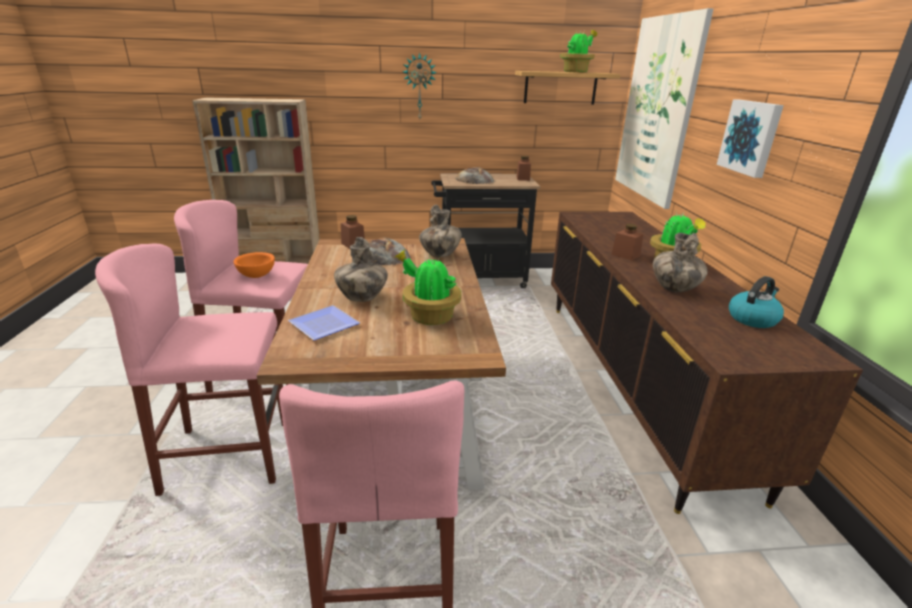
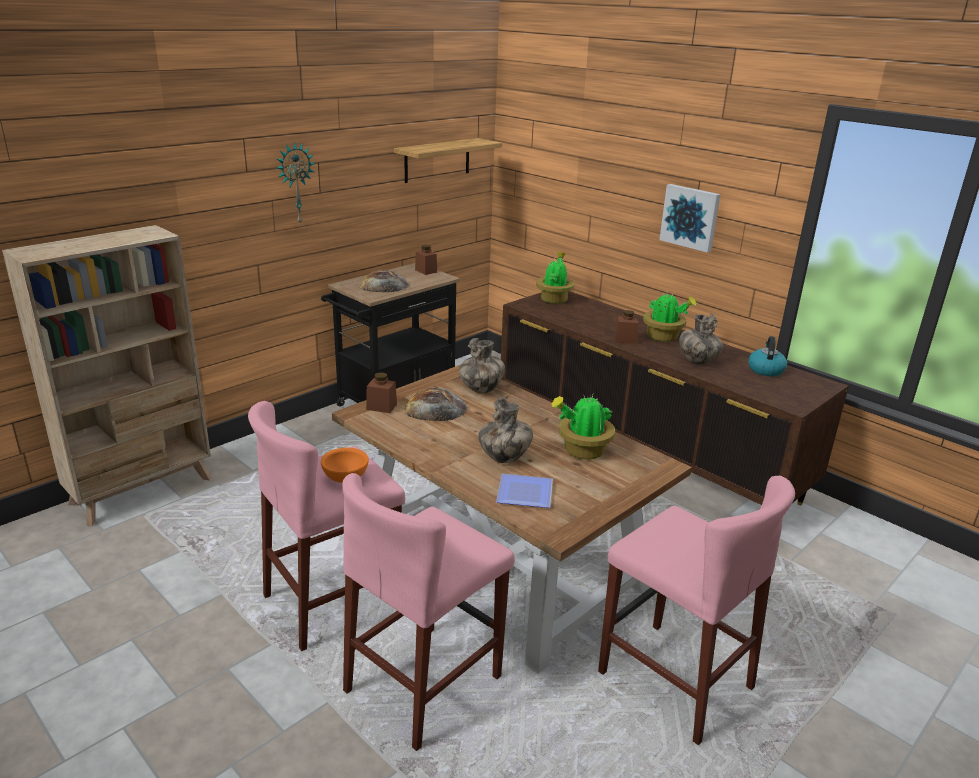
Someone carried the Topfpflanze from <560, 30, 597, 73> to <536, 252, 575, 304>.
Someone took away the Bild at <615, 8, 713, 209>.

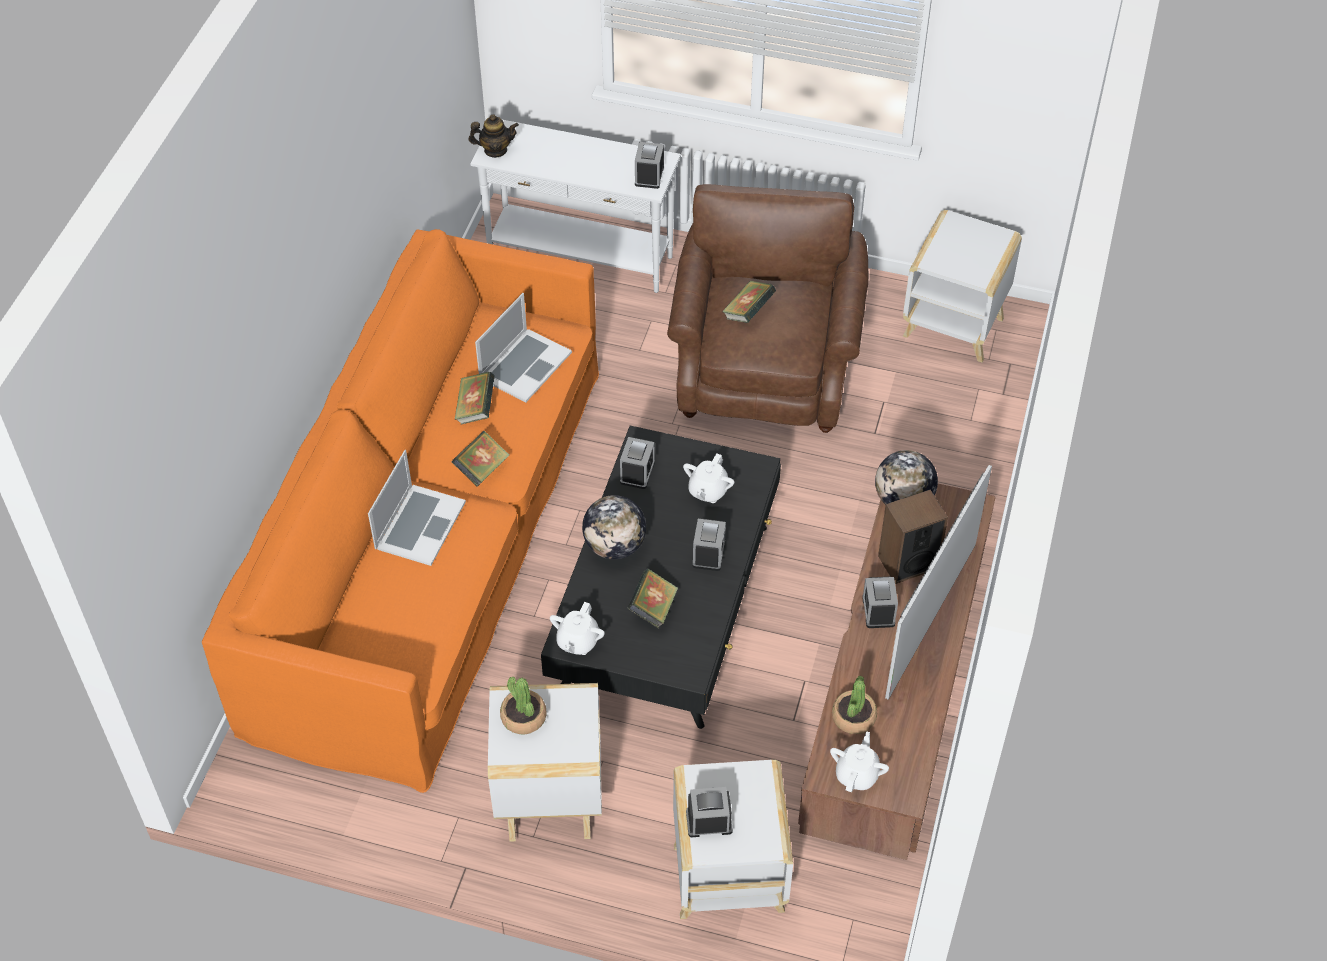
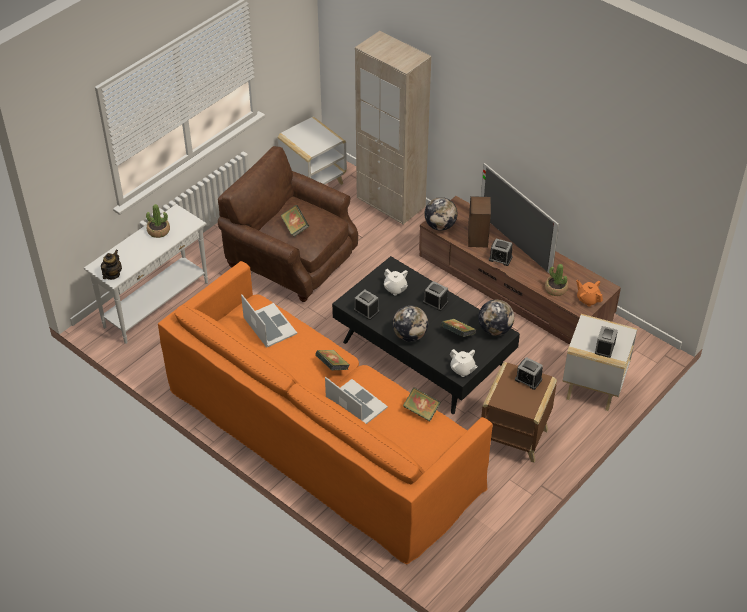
Someone carried the Buch from <455, 371, 495, 425> to <403, 387, 441, 422>.
Someone repainted the Beistelltisch (weiß) at <488, 683, 602, 842>, which became the Beistelltisch (braun) at <481, 362, 557, 463>.
Someone carried the Topfpflanze from <500, 677, 547, 734> to <146, 204, 170, 238>.
Someone carried the Wecker from <635, 142, 664, 189> to <515, 357, 543, 390>.
Someone repainted the Teekanne (weiß) at <830, 731, 889, 792>, which became the Teekanne (orange) at <576, 280, 603, 307>.
Someone put down the Schrank (beige) at <355, 31, 431, 224>.
Someone put down the Globus at <478, 300, 514, 336>.

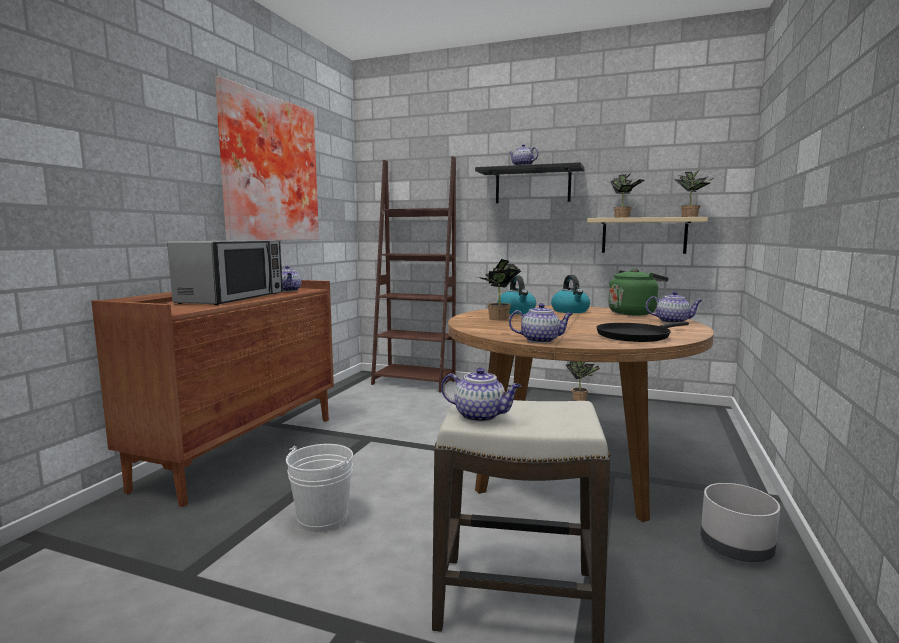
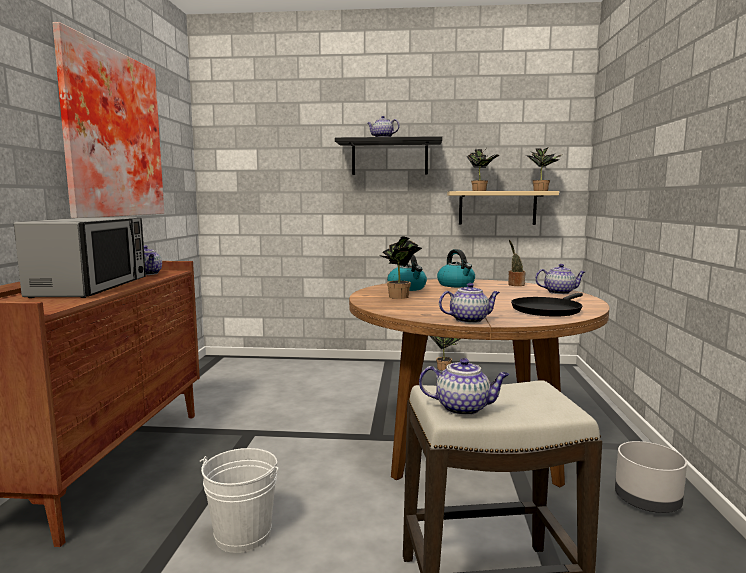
Someone took away the Bücherregal (braun) at <371, 156, 456, 392>.
Someone swapped the Wasserkessel (grün) at <609, 268, 669, 315> for the Topfpflanze at <508, 240, 526, 286>.

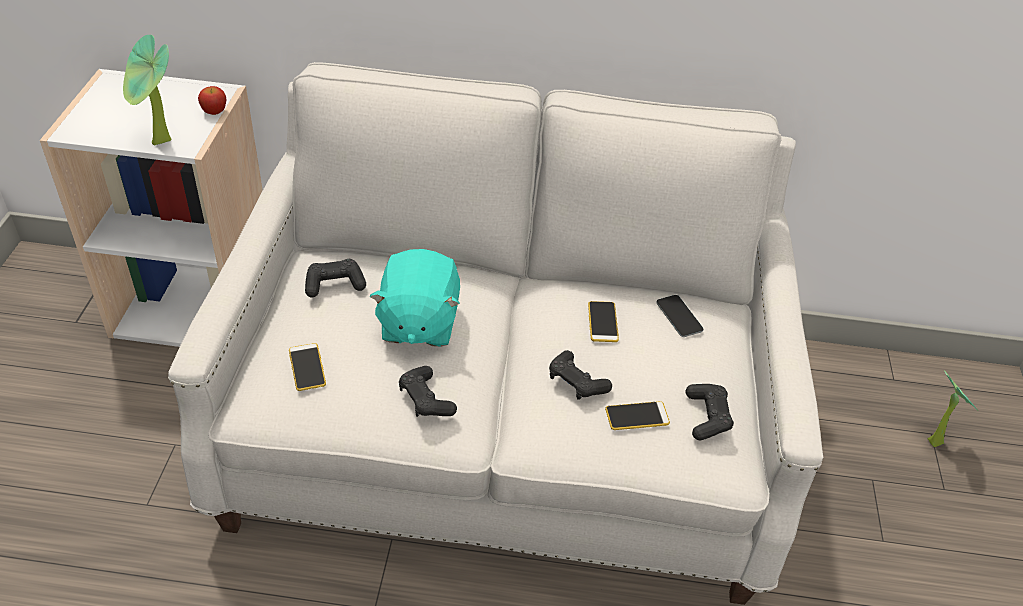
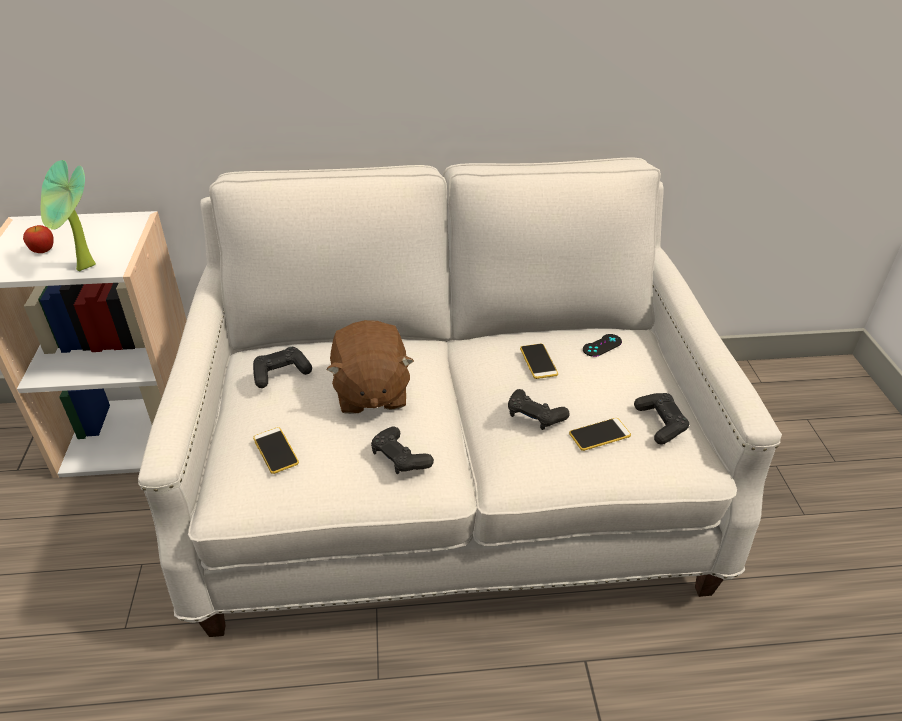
Someone carried the Apfel from <198, 86, 226, 115> to <23, 225, 54, 253>.
Someone repainted the Plüschtier (türkis) at <369, 249, 460, 347>, which became the Plüschtier (braun) at <326, 320, 414, 414>.
Someone swapped the Handy at <656, 295, 703, 337> for the Gamepad (schwarz) at <583, 334, 622, 357>.
Someone took away the Topfpflanze at <927, 370, 977, 447>.

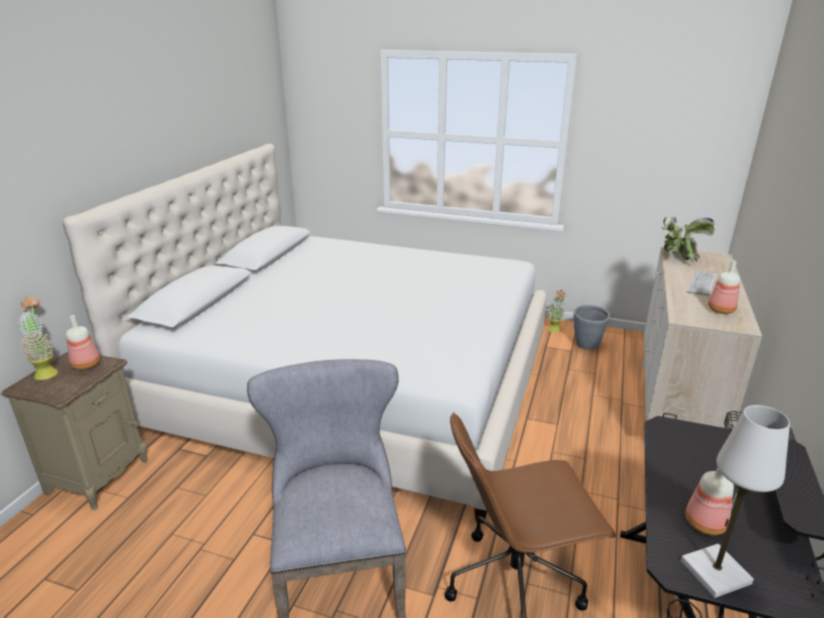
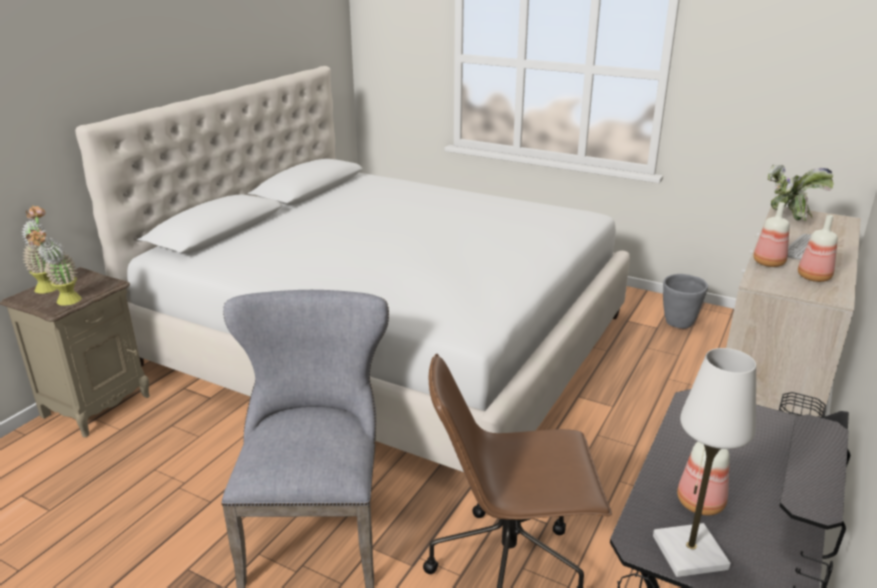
Someone carried the Flasche from <66, 315, 100, 370> to <753, 202, 790, 267>.
Someone carried the Topfpflanze from <547, 290, 566, 333> to <26, 228, 82, 306>.

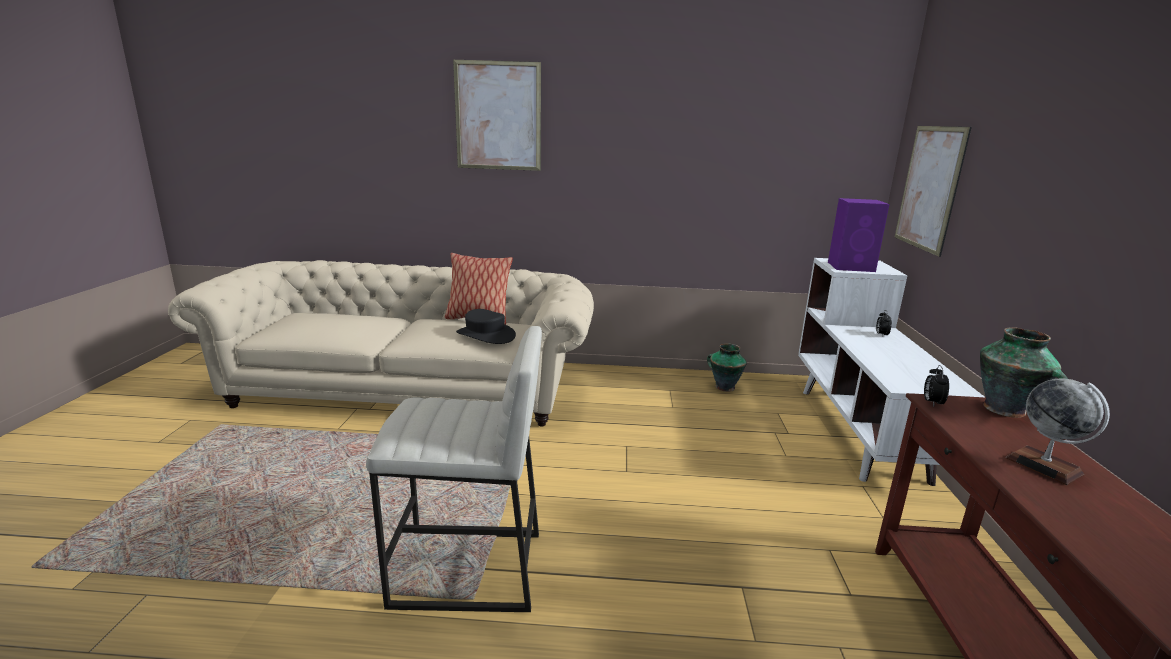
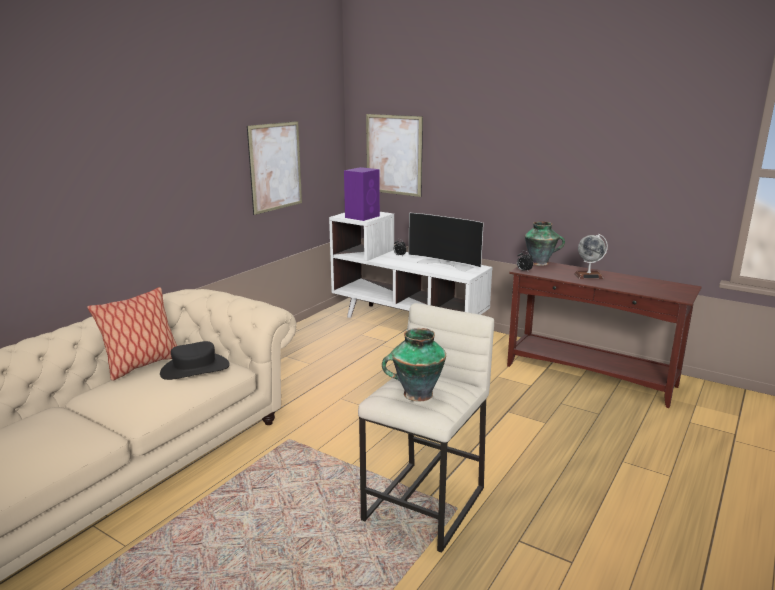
Someone carried the Bild from <453, 60, 541, 171> to <247, 121, 302, 215>.
Someone carried the Vase from <707, 344, 747, 392> to <382, 328, 446, 402>.
Someone put down the Fernseher at <409, 213, 484, 271>.

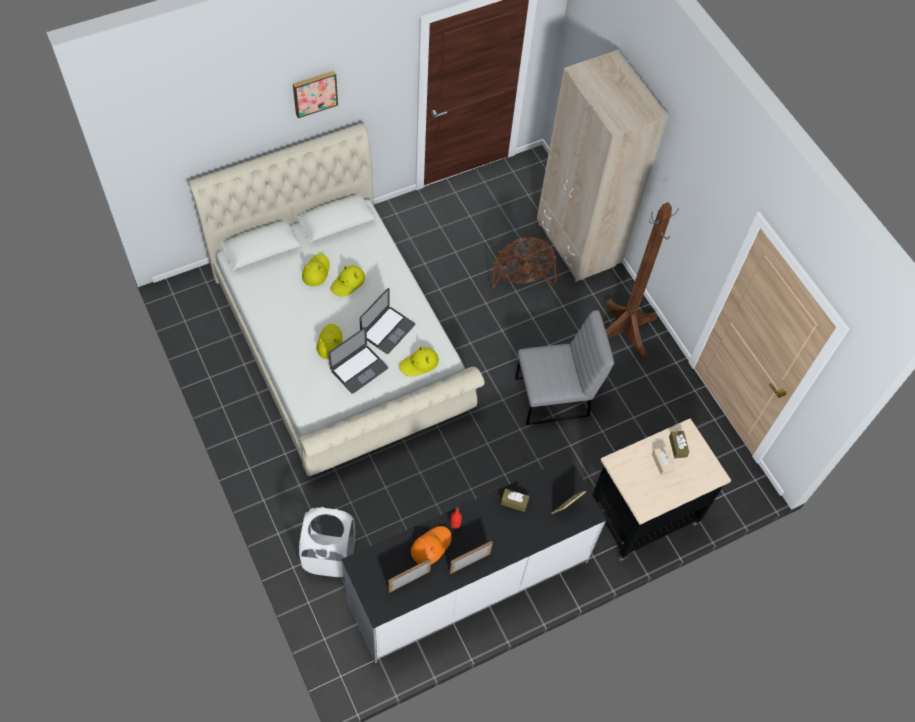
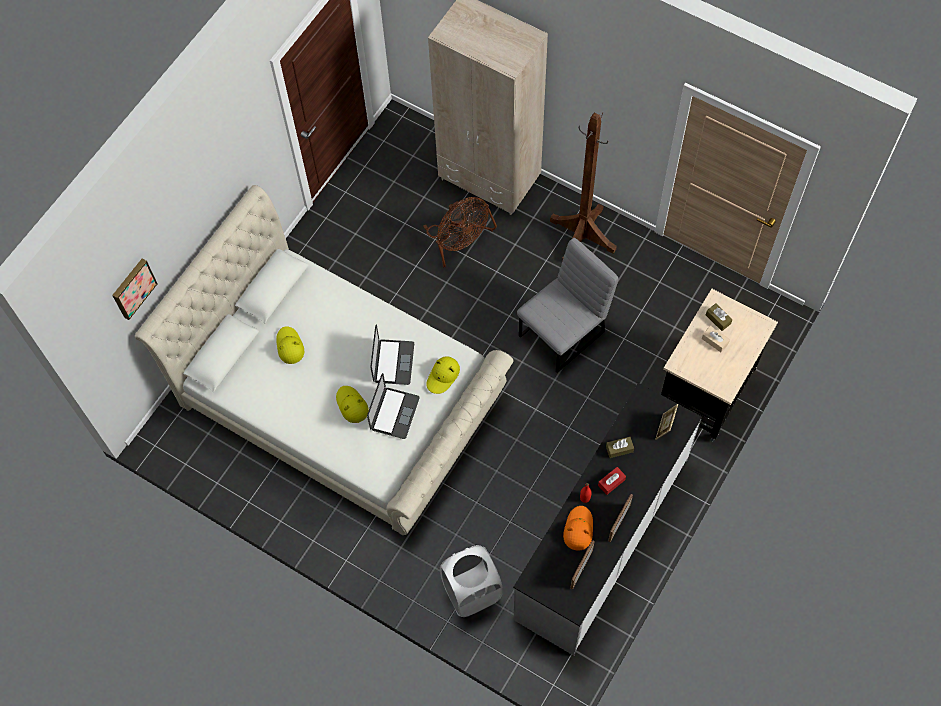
Someone carried the Bild from <293, 71, 338, 118> to <112, 259, 157, 320>.
Someone took away the Hut (gelb) at <331, 265, 365, 297>.
Someone put down the Taschentuchbox (rot) at <598, 467, 626, 495>.

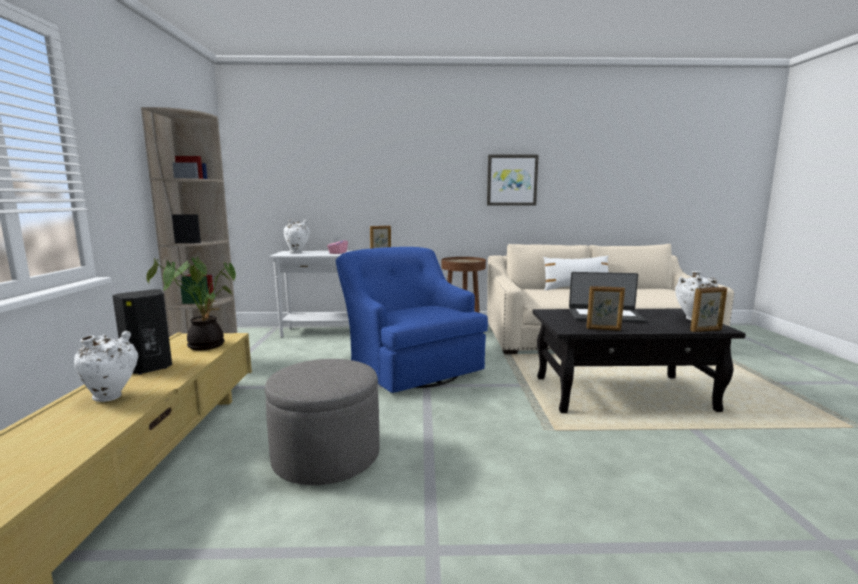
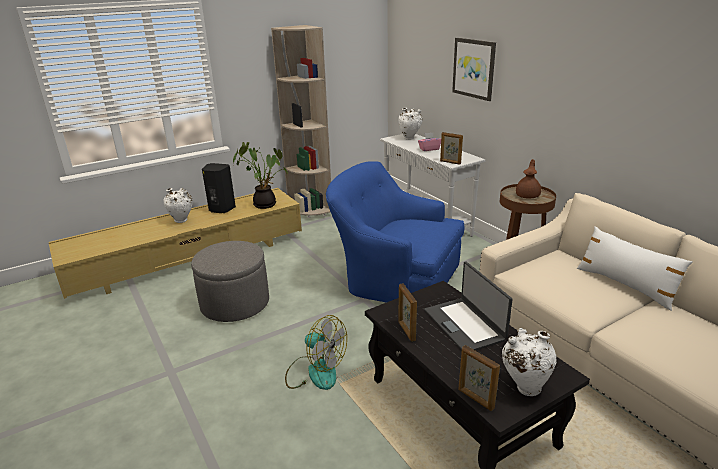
Someone rotated the Sessel (blau) at <336, 247, 488, 393> by 90 degrees counterclockwise.
Someone carried the Bild from <487, 155, 539, 205> to <452, 38, 496, 101>.
Someone put down the Ventilator at <285, 315, 347, 390>.
Someone put down the Teekanne (braun) at <516, 159, 541, 198>.

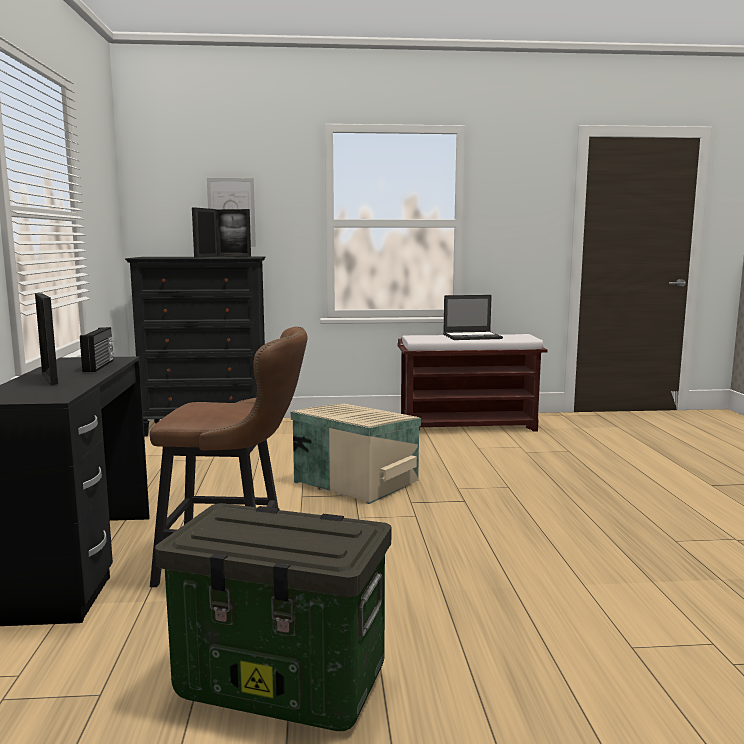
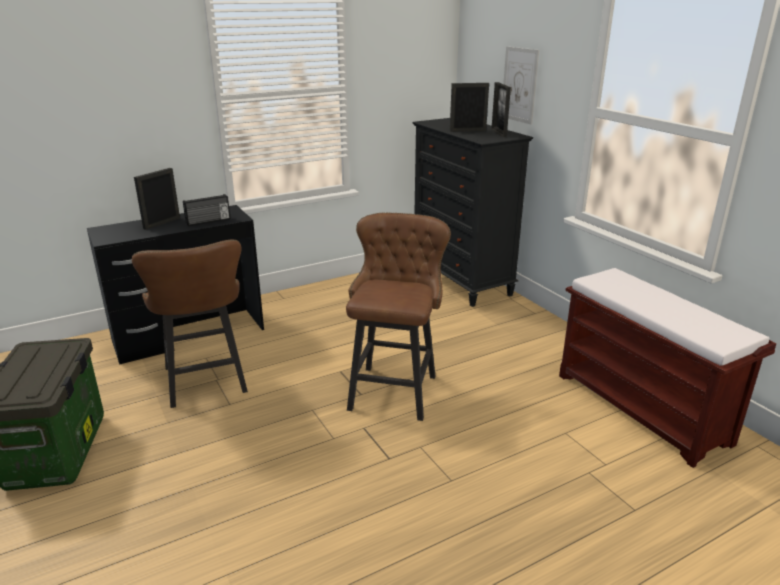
Someone swapped the Aufbewahrungsbox (beige) at <291, 404, 421, 504> for the Hocker (braun) at <346, 213, 451, 421>.
Someone took away the Laptop at <443, 295, 503, 340>.

